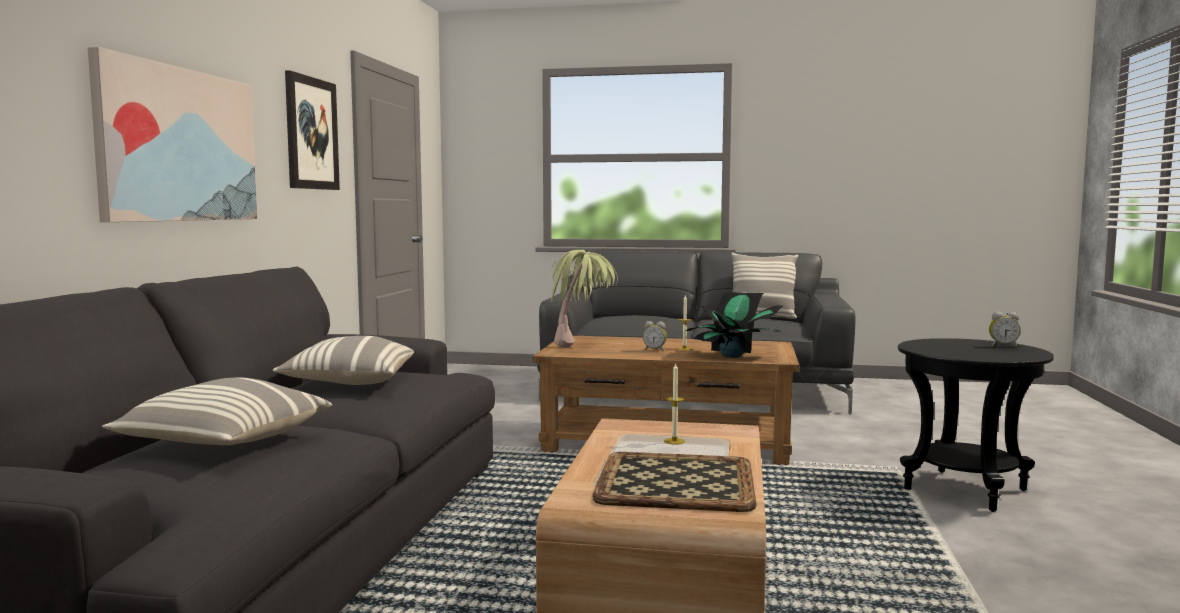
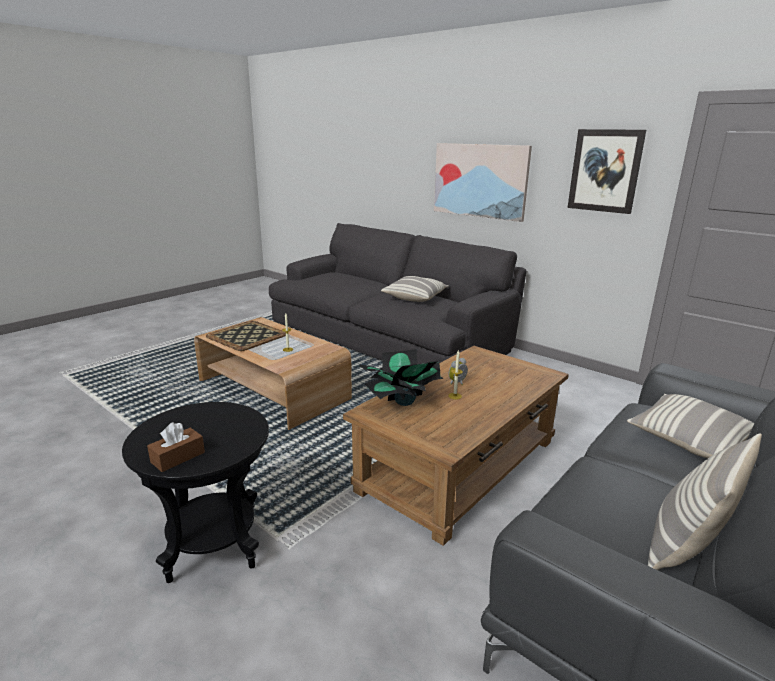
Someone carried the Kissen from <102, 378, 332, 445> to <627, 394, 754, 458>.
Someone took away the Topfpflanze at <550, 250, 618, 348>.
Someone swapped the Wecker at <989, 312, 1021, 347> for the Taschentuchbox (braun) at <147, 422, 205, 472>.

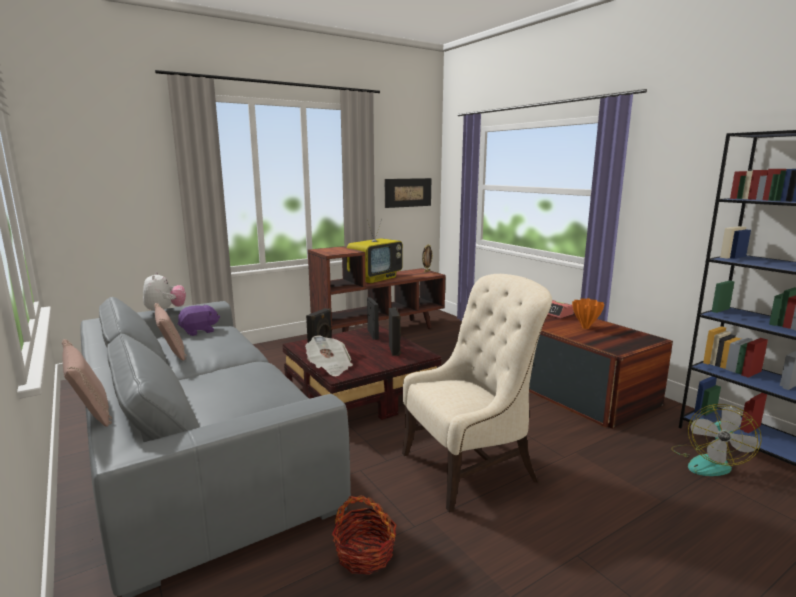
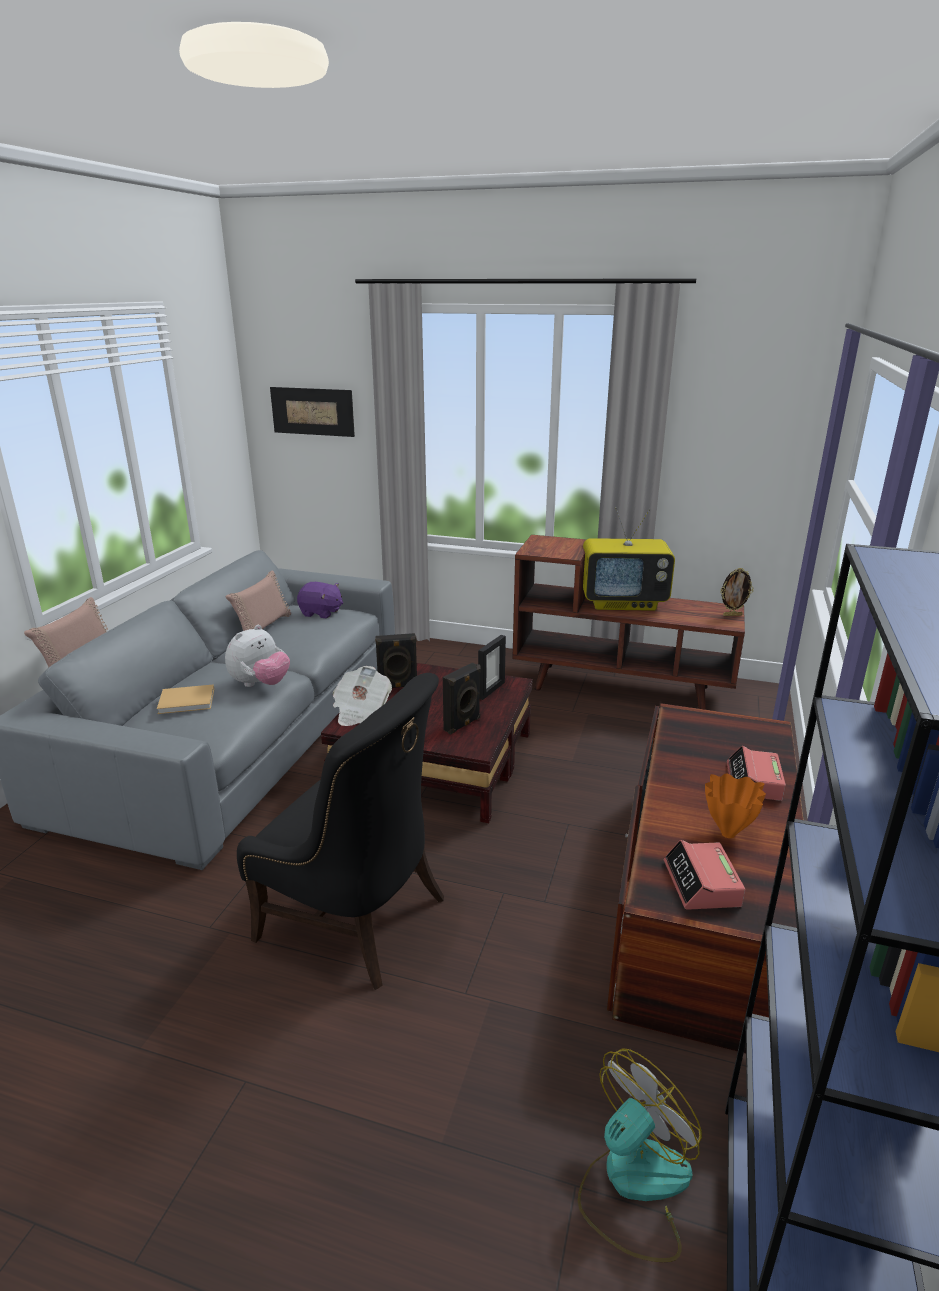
Someone carried the Plüschtier from <143, 272, 186, 311> to <225, 625, 290, 687>.
Someone took away the Korb at <332, 495, 397, 575>.
Someone carried the Bild from <385, 178, 431, 208> to <270, 387, 355, 437>.
Someone repainted the Sessel (beige) at <402, 274, 552, 513>, which became the Sessel (schwarz) at <237, 673, 444, 990>.
Someone rotated the Ventilator at <671, 404, 762, 476> by 150 degrees clockwise.
Someone put down the Buch (beige) at <157, 684, 214, 714>.
Someone put down the Wecker at <664, 840, 746, 910>.

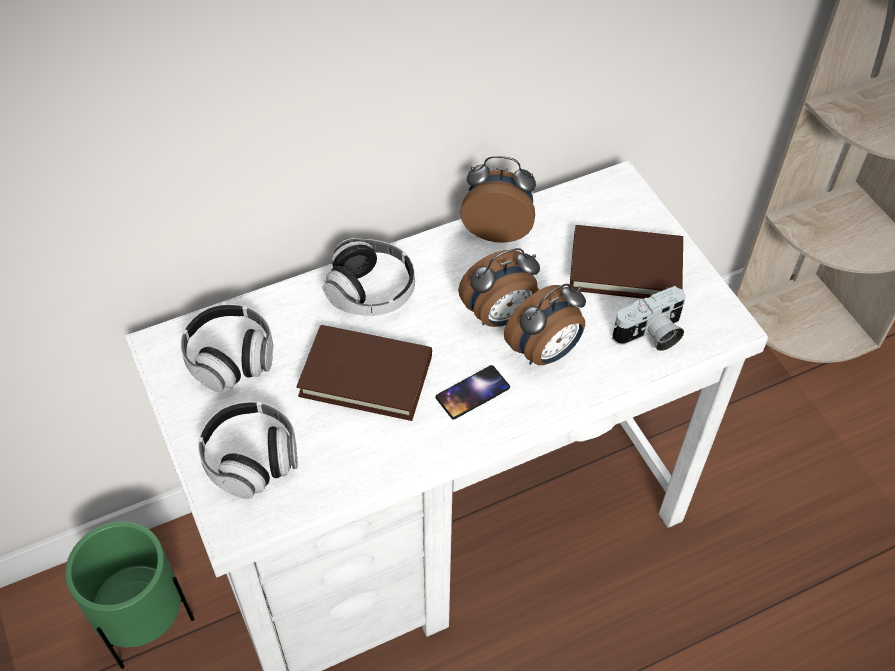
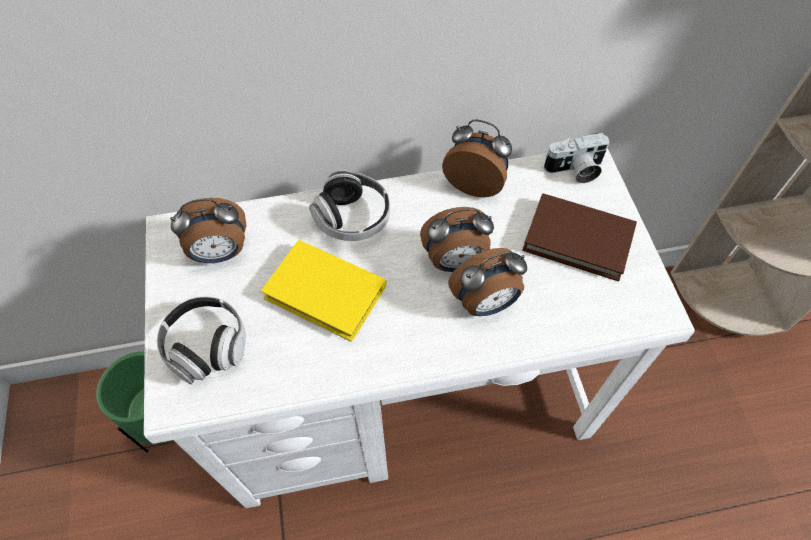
Someone swapped the Kopfhörer at <180, 304, 273, 392> for the Wecker at <170, 198, 247, 263>.
Someone repainted the Buch (braun) at <296, 325, 432, 421>, which became the Buch (gelb) at <261, 240, 386, 342>.
Someone took away the Handy at <435, 365, 510, 420>.
Someone carried the Kamera from <612, 286, 686, 351> to <544, 133, 609, 183>.

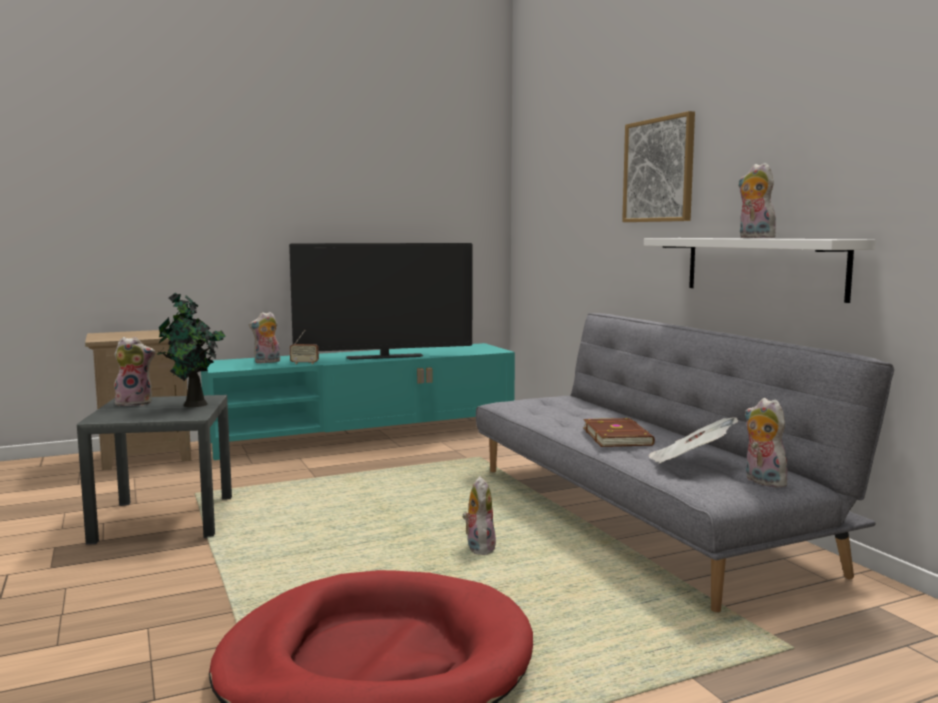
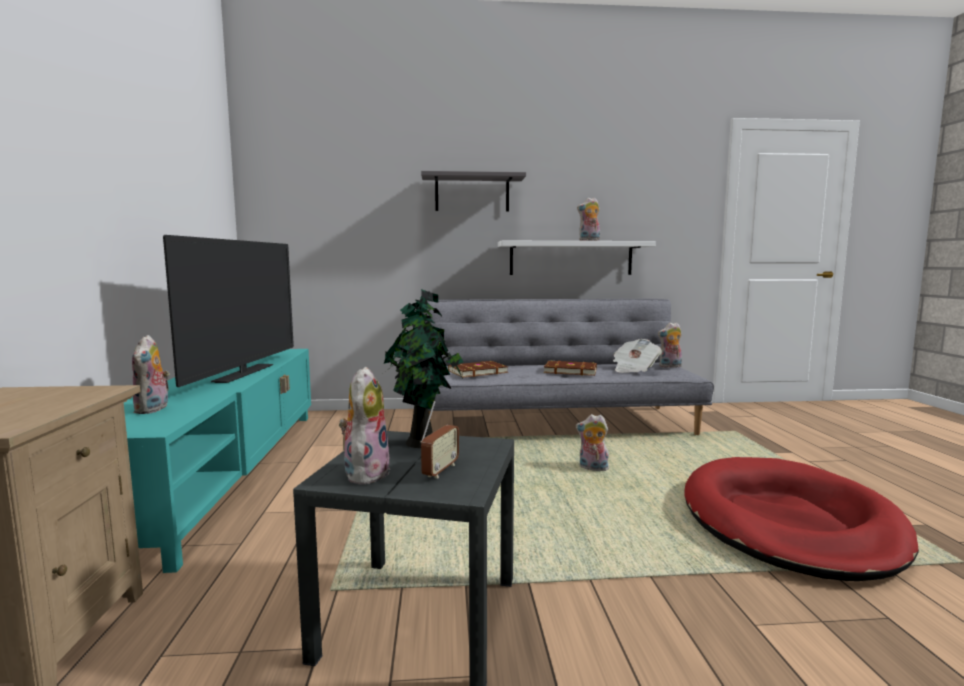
Someone carried the Radio from <290, 330, 319, 364> to <420, 401, 459, 479>.
Someone swapped the Bild at <622, 111, 695, 222> for the Wandregal (grau) at <421, 171, 526, 211>.
Someone put down the Buch (braun) at <448, 361, 508, 378>.

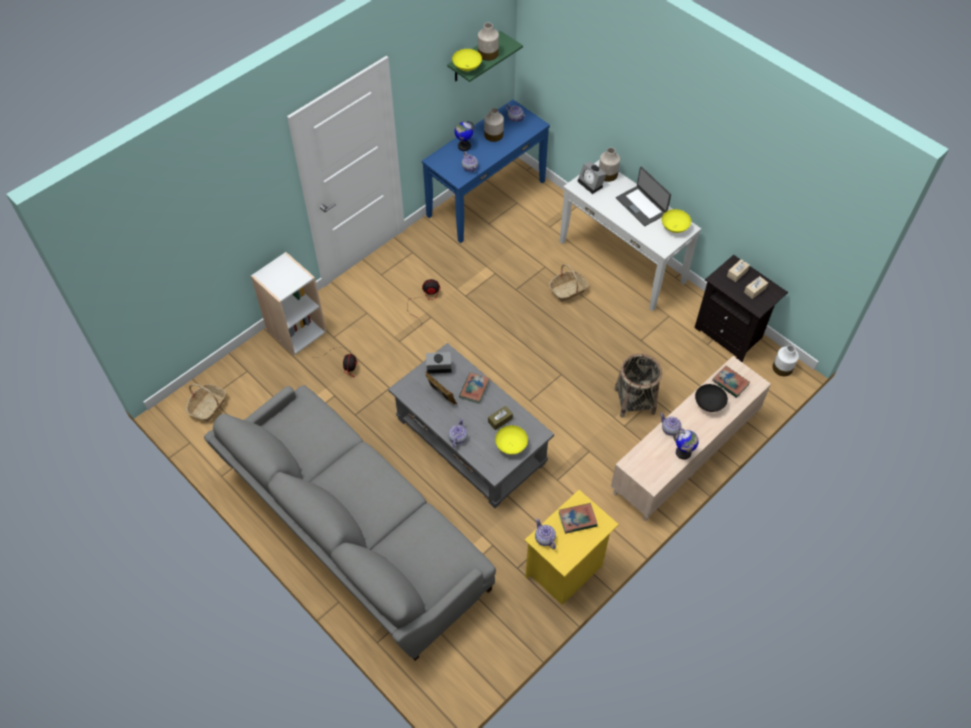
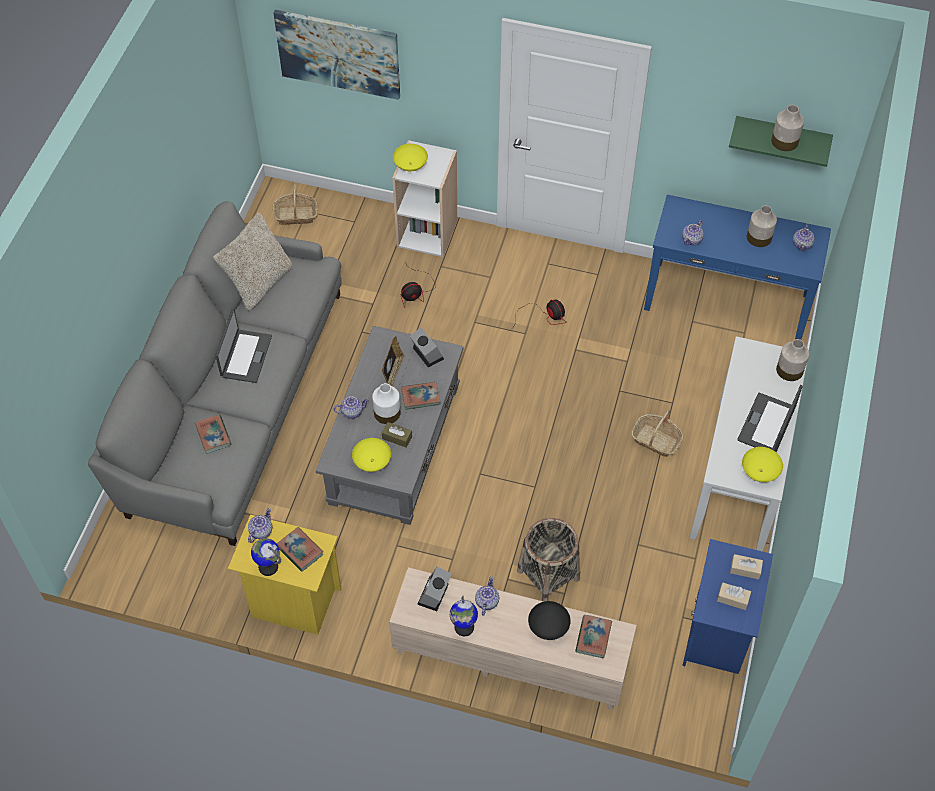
Someone carried the Schüssel (gelb) from <452, 49, 482, 71> to <393, 144, 428, 171>.
Someone carried the Globus from <455, 121, 474, 151> to <251, 538, 281, 576>.
Someone carried the Wecker from <577, 161, 606, 194> to <417, 567, 452, 611>.
Someone repainted the Nachttisch (schwarz) at <695, 255, 788, 362>, which became the Nachttisch (blau) at <682, 539, 773, 674>.
Someone carried the Vase (weiß) from <772, 345, 799, 376> to <372, 383, 401, 424>.
Someone put down the Buch at <195, 415, 232, 454>.
Someone put down the Kissen (beige) at <213, 212, 292, 311>.
Someone put down the Laptop at <215, 309, 272, 383>.
Someone put up the Bild at <273, 10, 400, 100>.

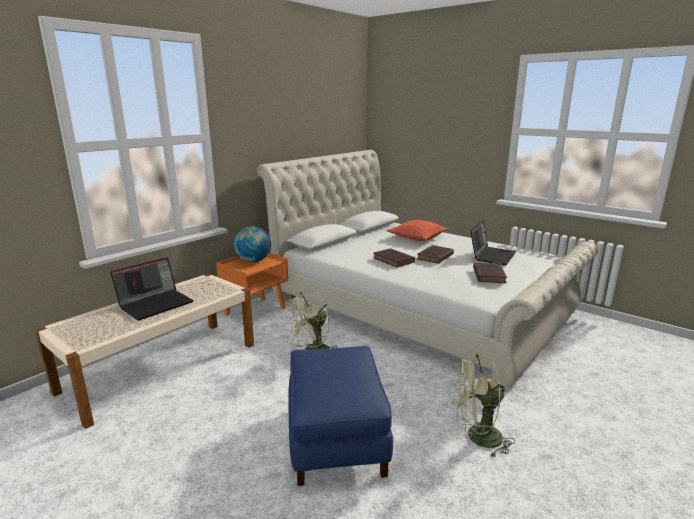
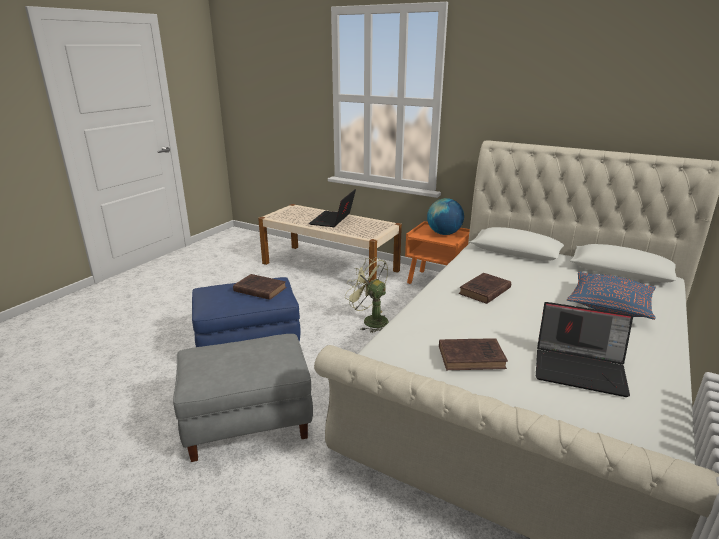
Someone rotated the Laptop at <110, 257, 194, 320> by 75 degrees clockwise.
Someone repainted the Kissen (orange) at <386, 220, 449, 241>, which became the Kissen (blau) at <567, 271, 656, 320>.
Someone carried the Buch (braun) from <417, 245, 454, 264> to <233, 274, 286, 300>.
Someone swapped the Ventilator (grün) at <451, 352, 515, 458> for the Polsterhocker (grau) at <173, 334, 313, 462>.

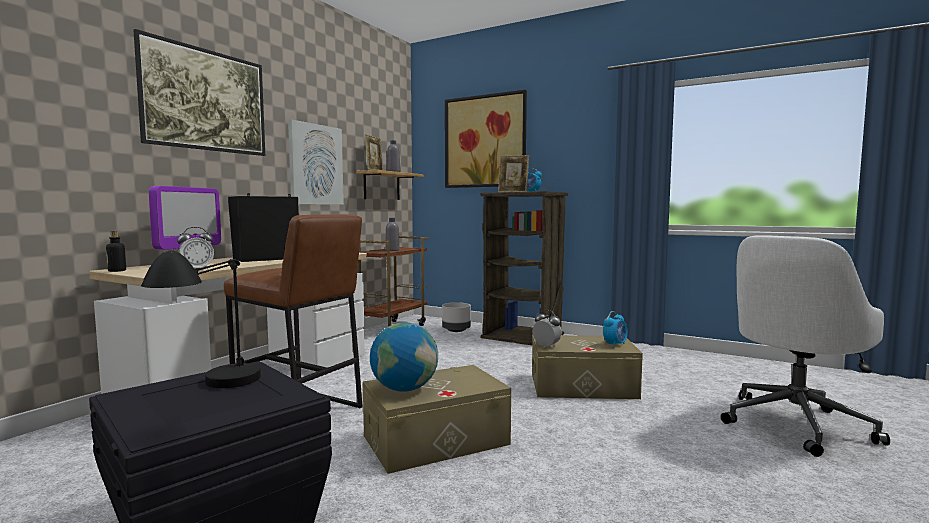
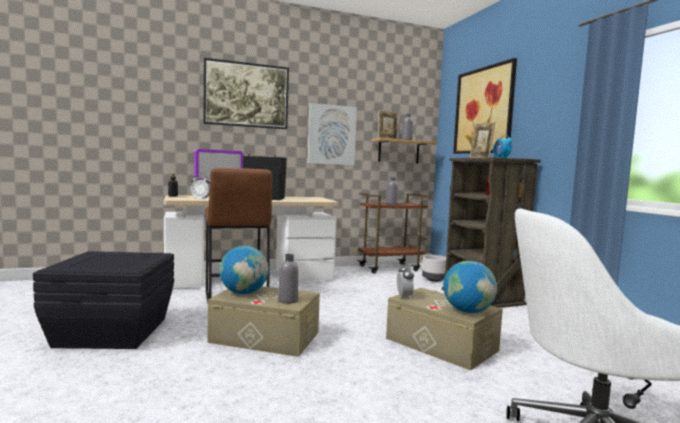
Someone took away the Tischlampe (schwarz) at <141, 251, 261, 388>.
Someone swapped the Wecker at <603, 311, 628, 348> for the Globus at <443, 261, 497, 313>.
Someone put down the Flasche (grau) at <278, 254, 298, 304>.

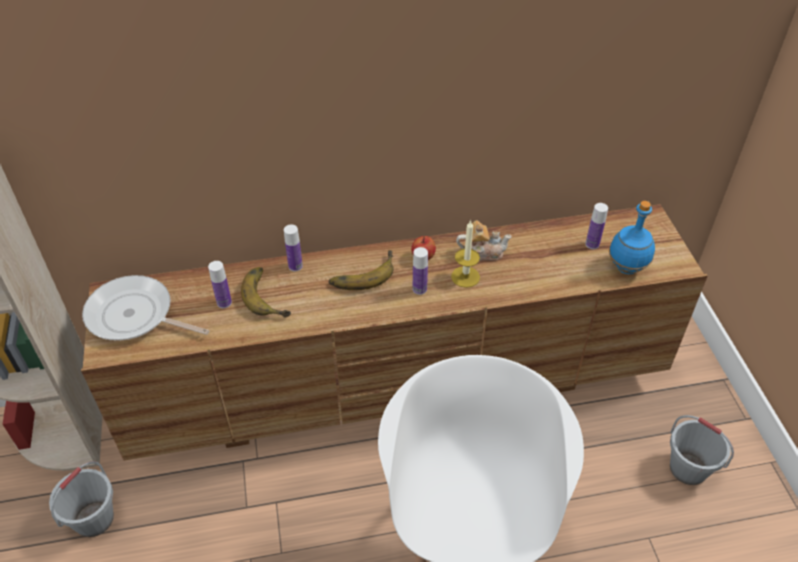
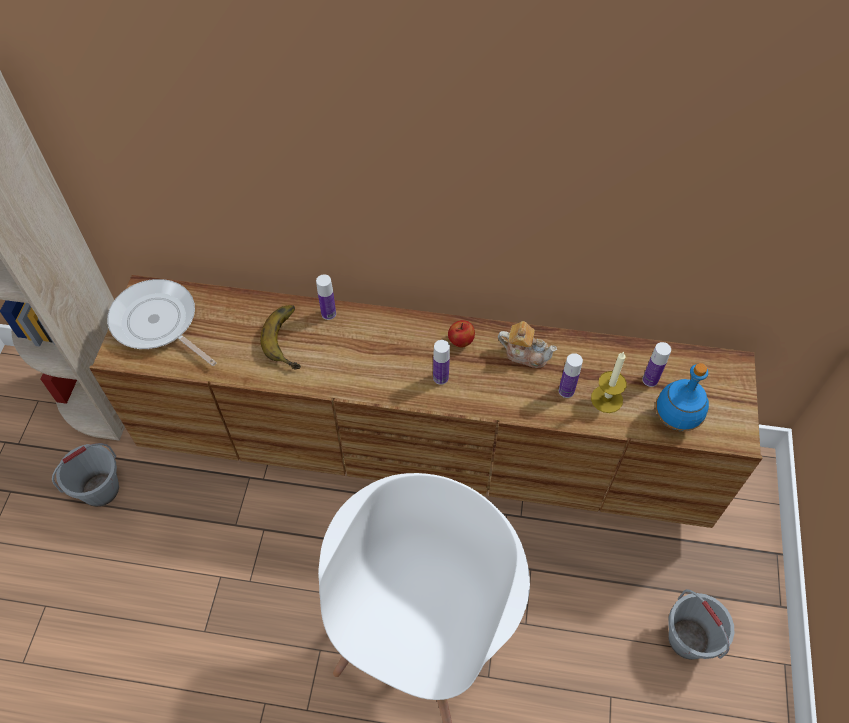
Someone carried the Flasche from <208, 261, 232, 308> to <559, 353, 583, 398>.
Someone took away the Banane at <329, 250, 394, 290>.
Someone carried the Kerze from <451, 220, 480, 288> to <591, 351, 627, 413>.

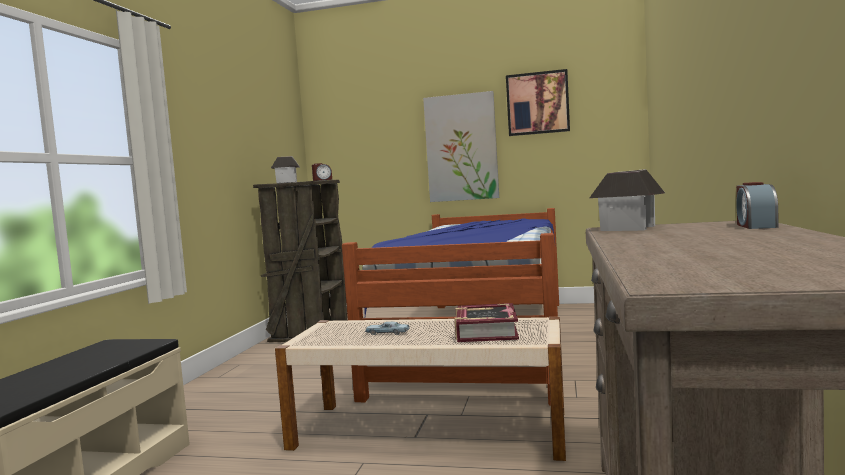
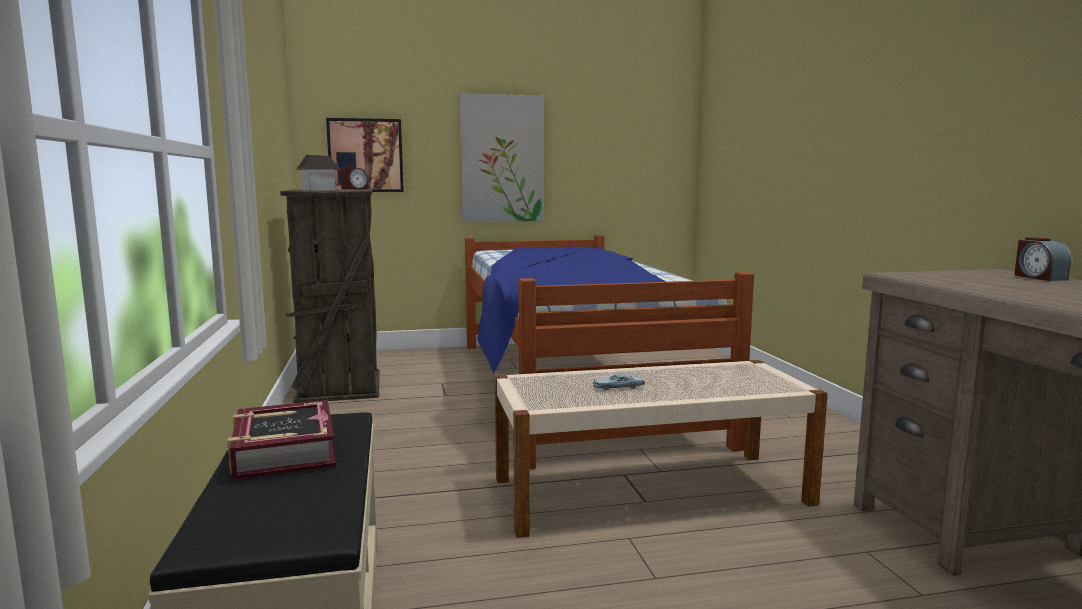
Someone carried the Buch from <454, 303, 519, 342> to <227, 400, 336, 480>.
Someone carried the Bild from <506, 69, 570, 136> to <326, 118, 404, 192>.
Someone took away the Spielzeughaus at <590, 169, 665, 231>.

